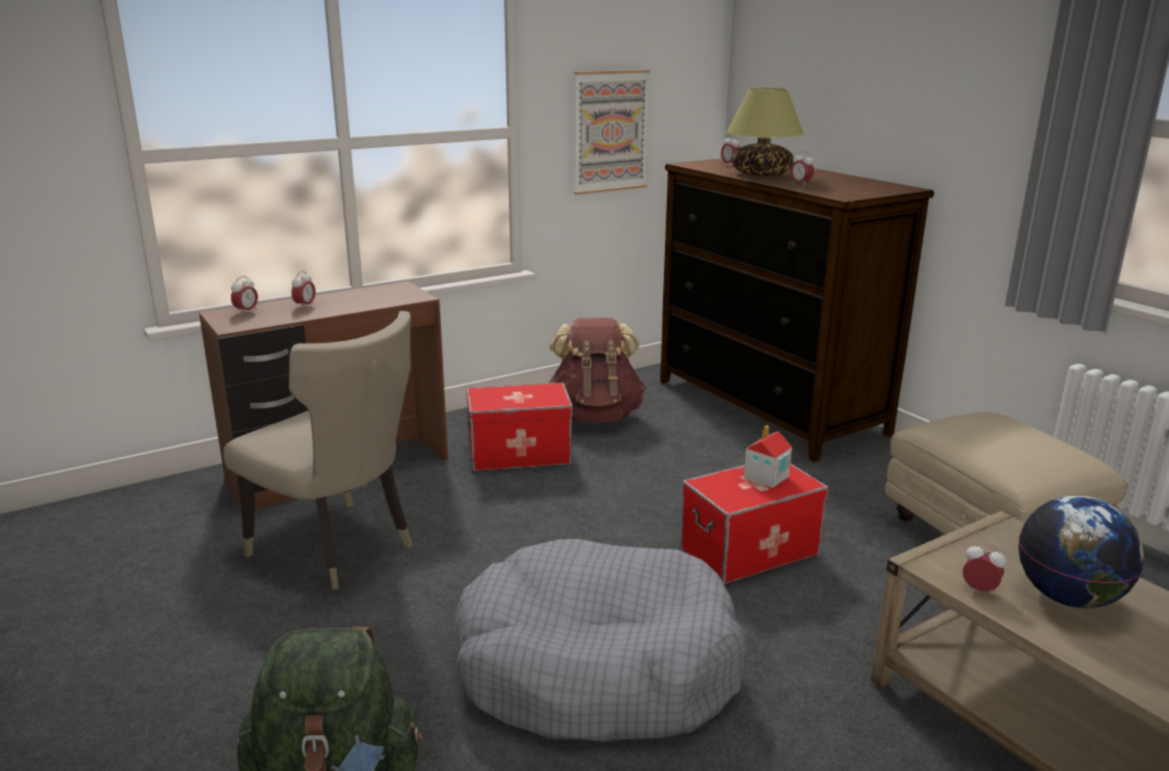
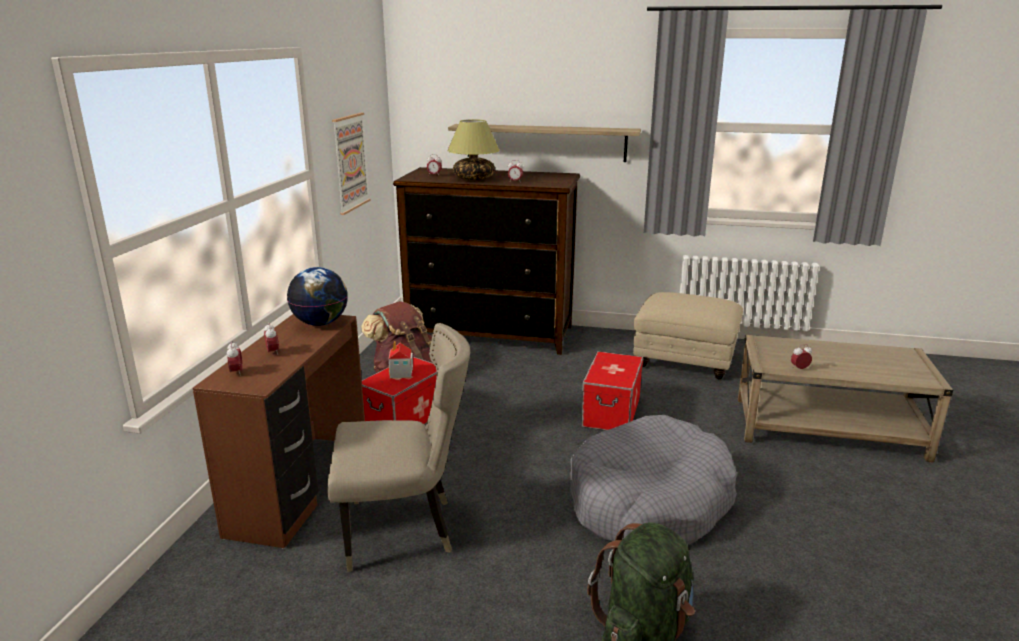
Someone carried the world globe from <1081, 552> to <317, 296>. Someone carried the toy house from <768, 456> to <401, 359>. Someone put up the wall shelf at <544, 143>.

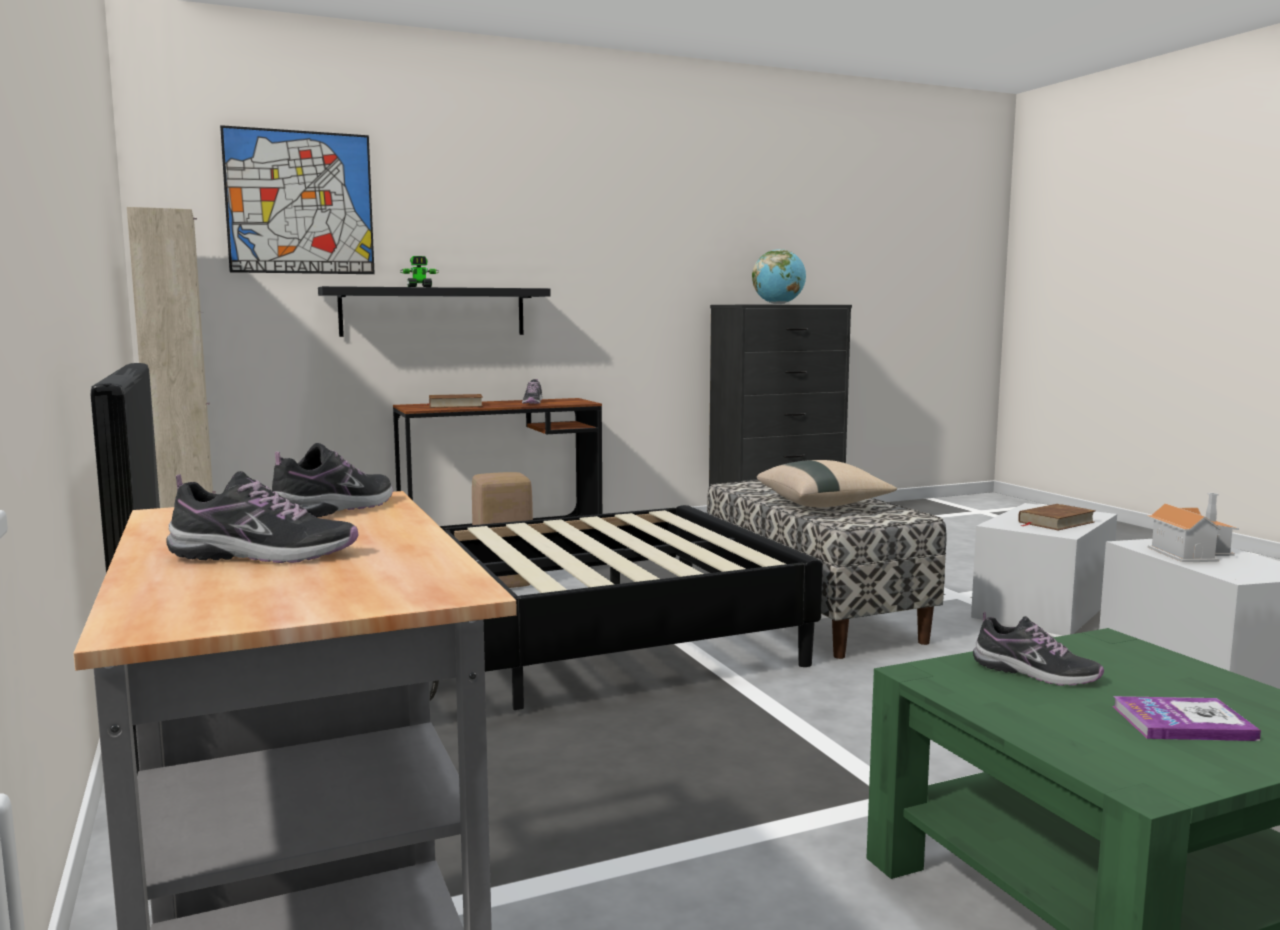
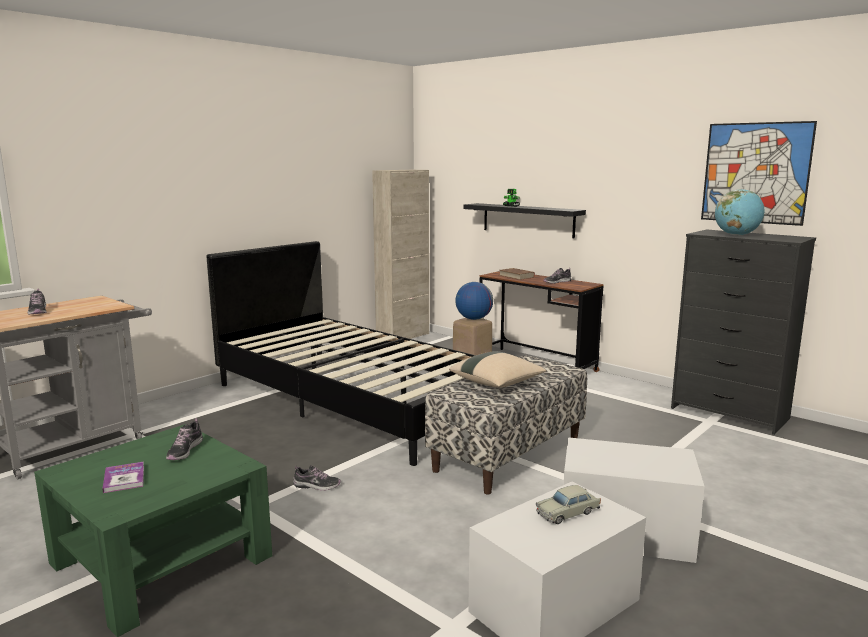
Someone carried the shoe from <332, 480> to <317, 478>. Someone put down the world globe at <474, 301>. Someone swapped the toy house at <1192, 527> for the beige toy car at <568, 504>. Someone carried the wall picture from <297, 199> to <759, 173>. Someone took away the brownish bound book at <1057, 517>.

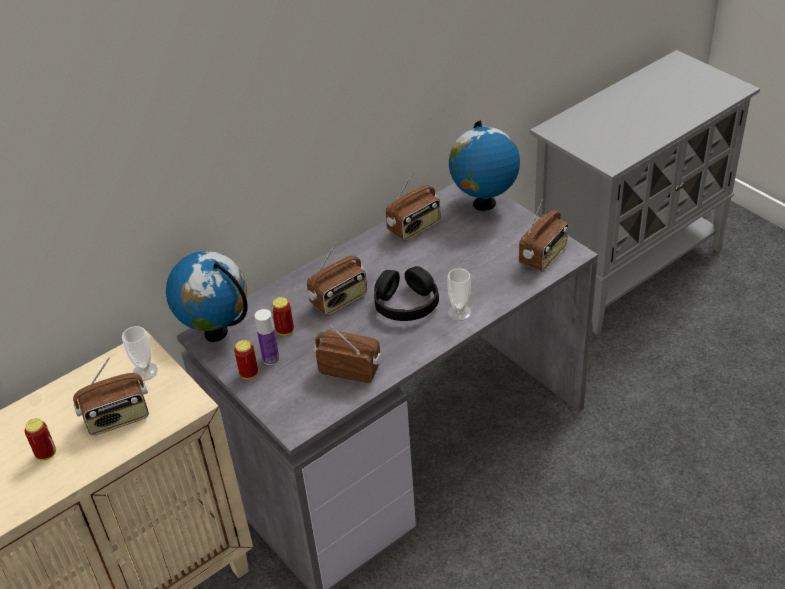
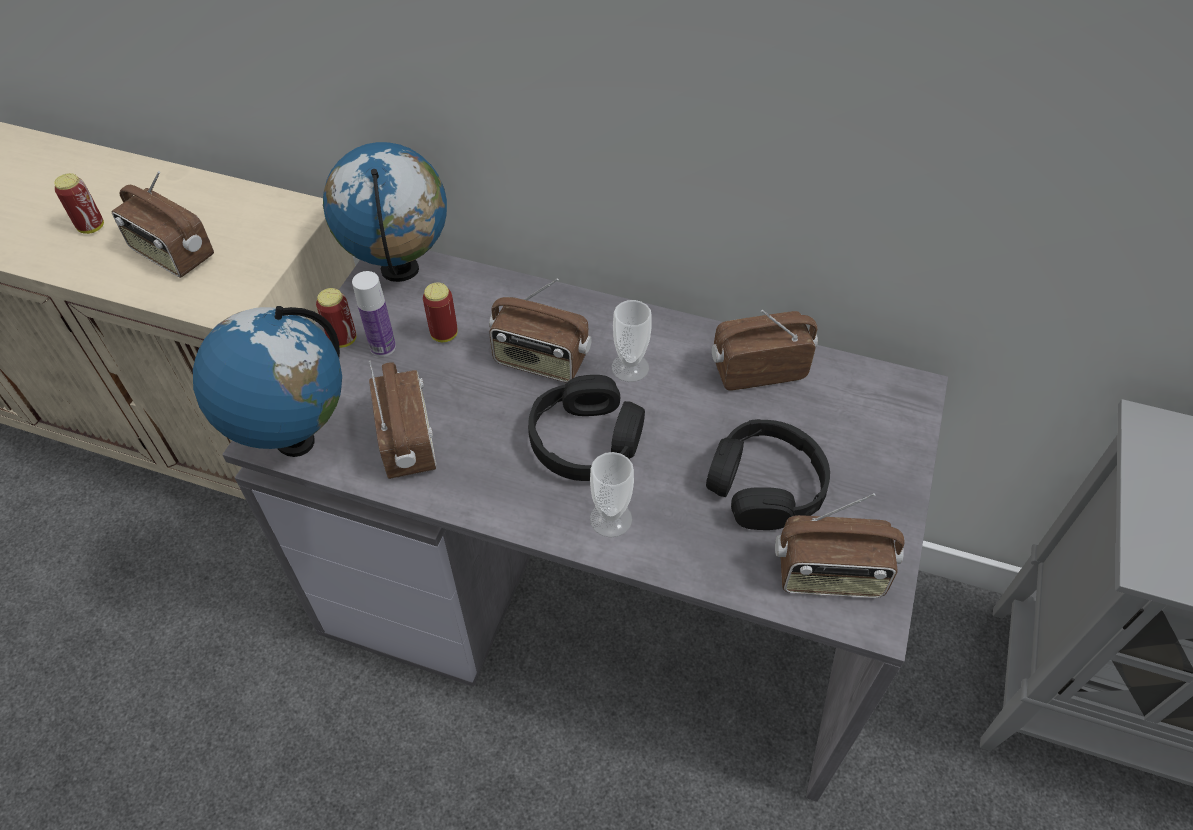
Someone carried the world globe from <484, 166> to <267, 381>. Someone carried the small cup from <140, 353> to <631, 341>. Someone put down the black headphones at <768, 474>. Someone rotated the radio at <413, 206> by 150 degrees clockwise.

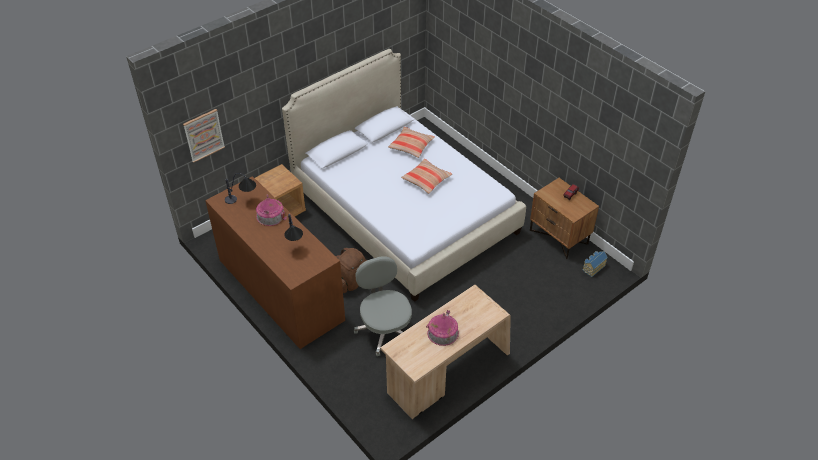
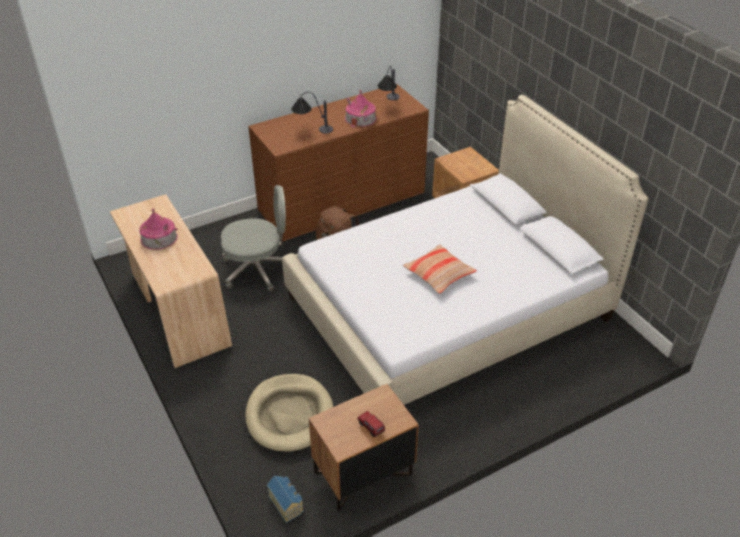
Someone put down the beige dog cushion at <289, 413>. Someone took away the wall picture at <204, 136>. Someone took away the cushion at <411, 142>.

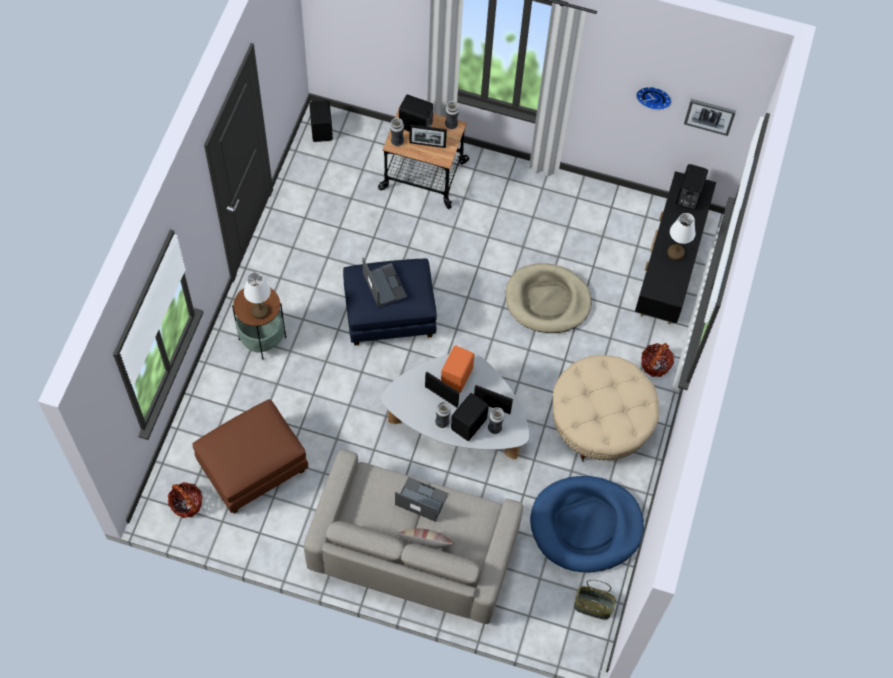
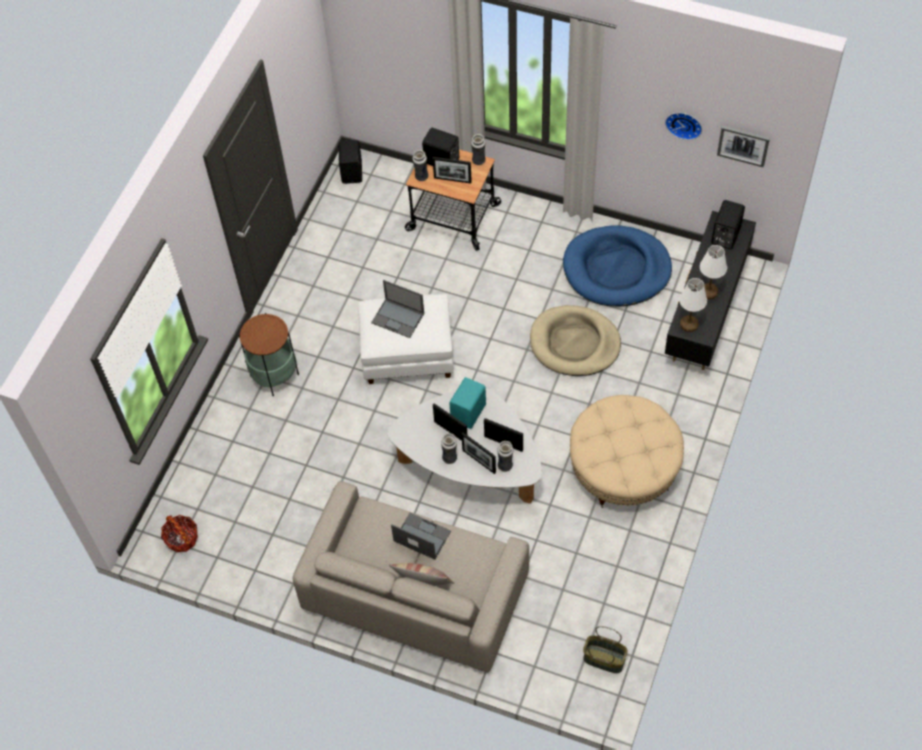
Someone repainted the blue ottoman at <390, 302>, which became the whitish ottoman at <406, 339>. Someone rotated the notebook computer at <384, 282> by 135 degrees clockwise. Someone repainted the orangey speaker at <457, 369>, which became the turquoise speaker at <467, 403>. Someone swapped the black speaker at <470, 417> for the picture frame at <478, 453>. Someone carried the blue dog cushion from <587, 524> to <617, 265>. Someone carried the whitish tabletop lamp from <257, 295> to <693, 305>. Someone took away the brownish ottoman at <250, 456>. Someone took away the household basket at <657, 360>.

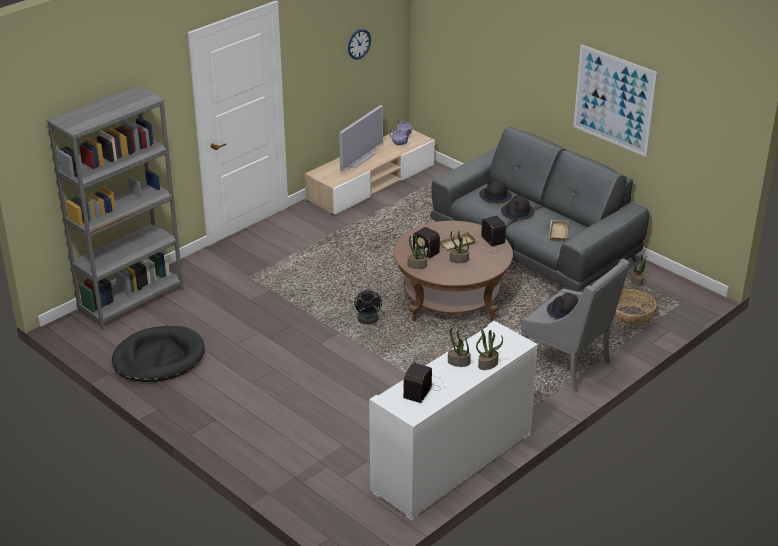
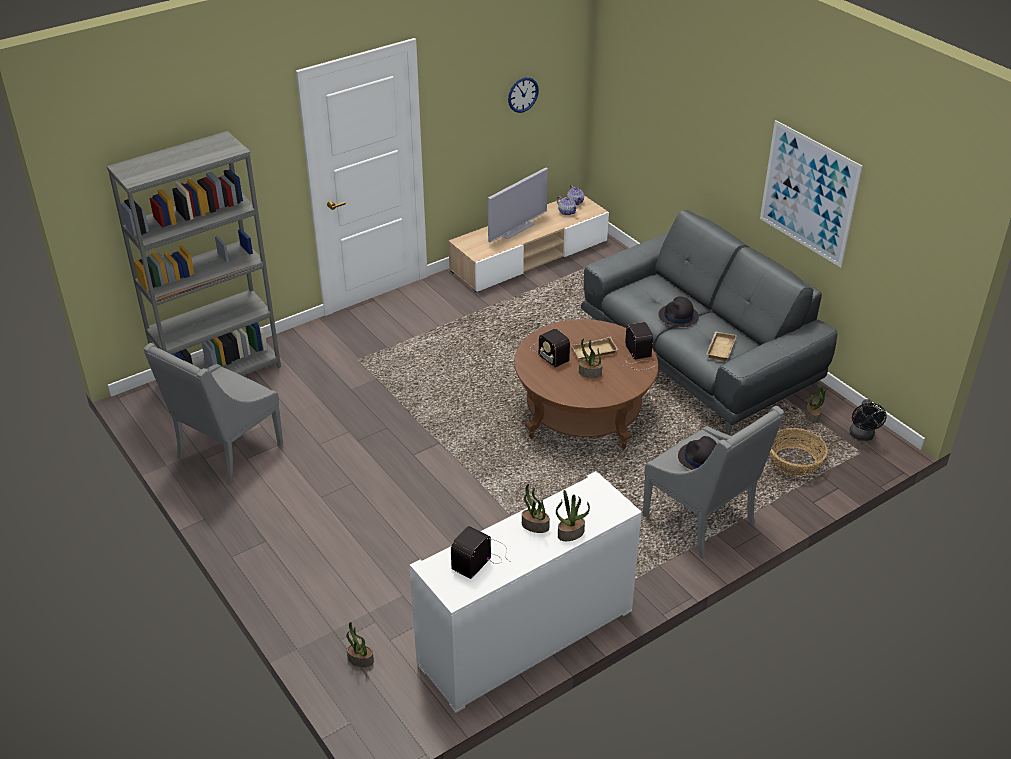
Someone swapped the black dog cushion at <158, 354> for the greyish lounge chair at <213, 414>. Someone carried the houseplant from <417, 252> to <360, 644>. Someone carried the black cooling fan from <368, 306> to <868, 420>. Someone took away the black clothing hat at <495, 191>.

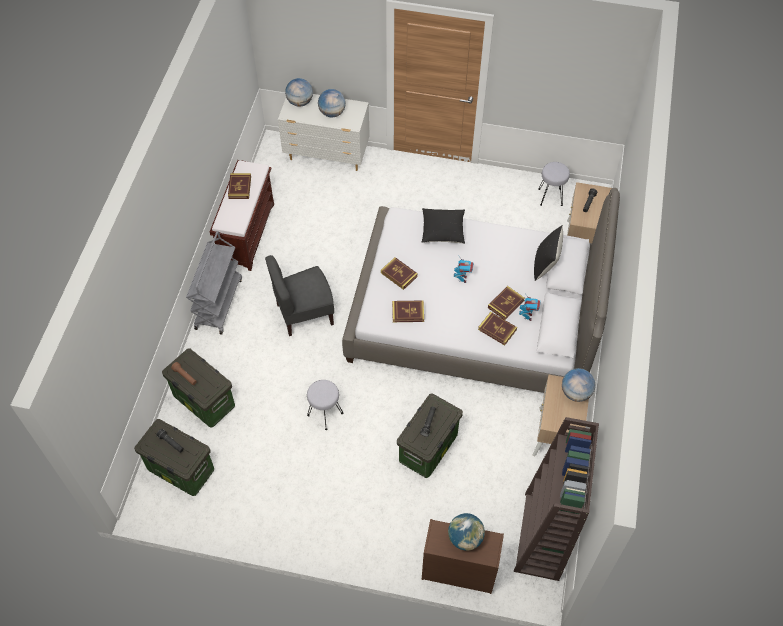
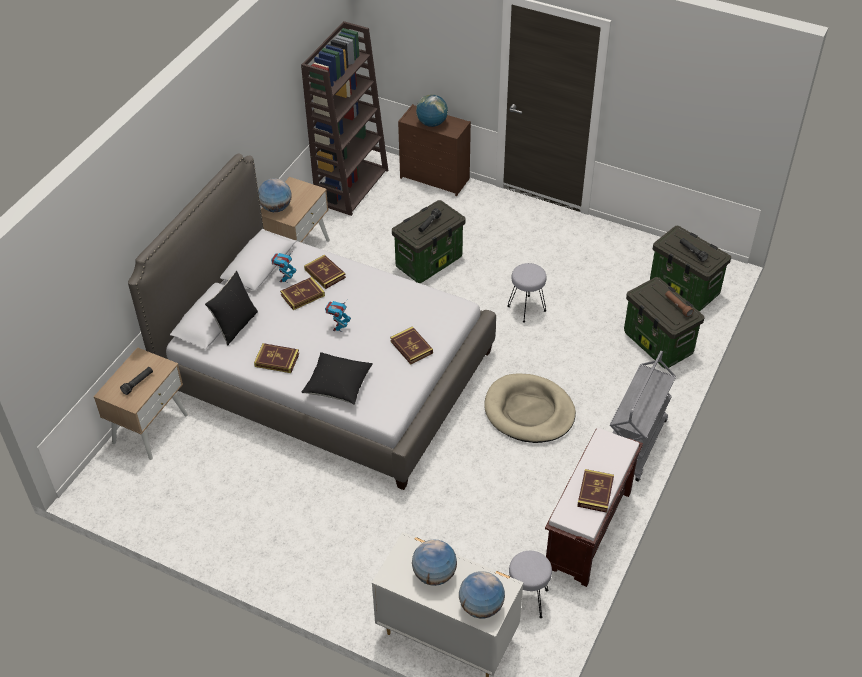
Someone carried the bound book from <408, 311> to <276, 358>. Someone swapped the greyish plain chair at <299, 295> for the beige dog cushion at <530, 408>. Someone carried the greyish stool seat from <554, 184> to <530, 584>.

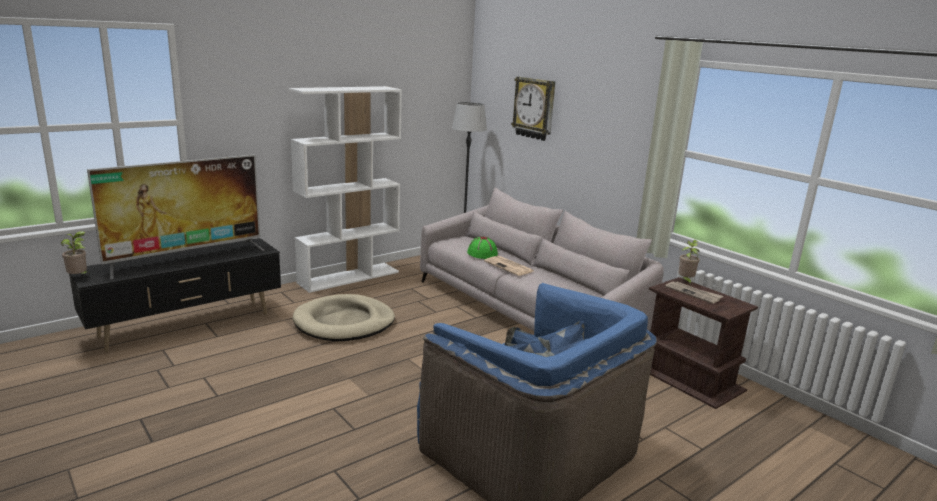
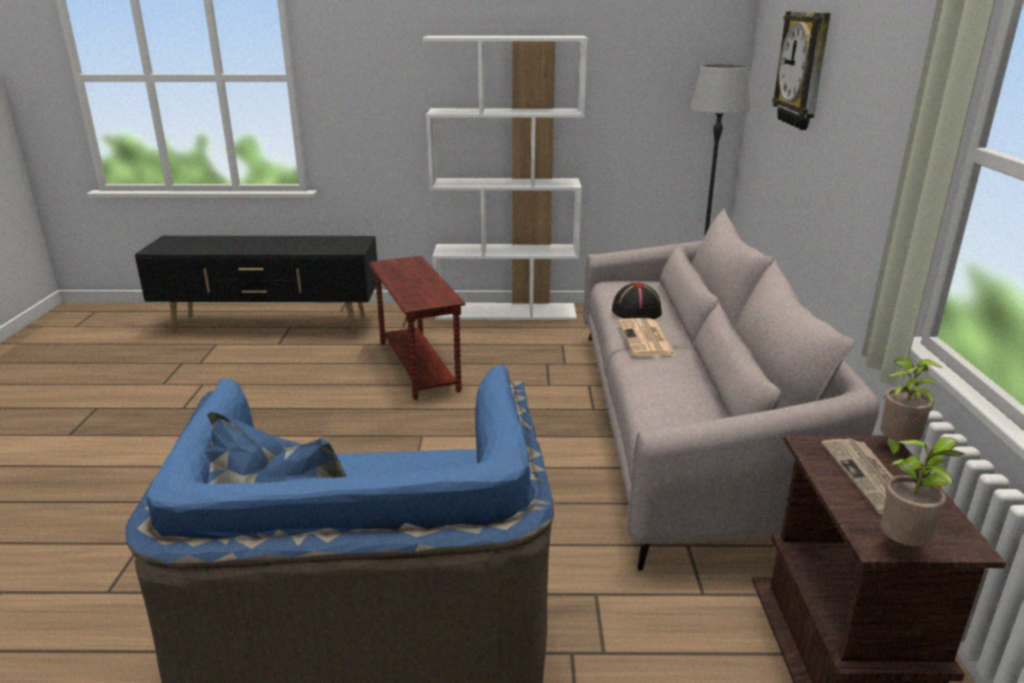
Someone swapped the beige dog cushion at <344, 317> for the brownish side table at <417, 328>. Someone repainted the greenish clothing hat at <482, 247>, which became the black clothing hat at <637, 301>. Someone carried the houseplant from <75, 252> to <922, 491>. Someone took away the TV at <175, 217>.

